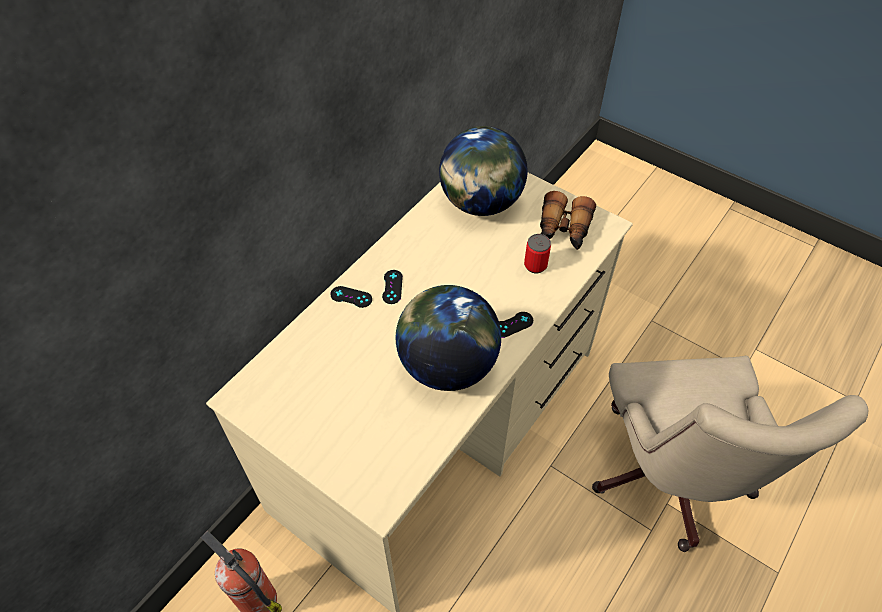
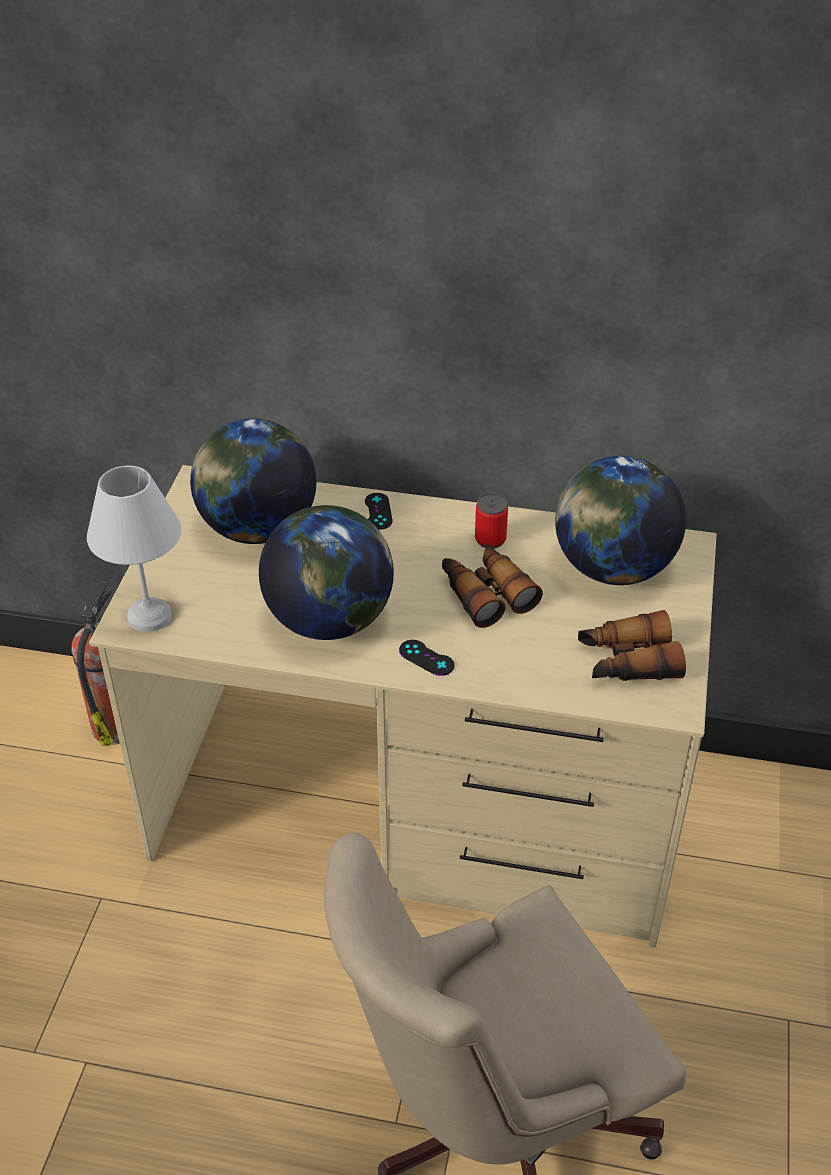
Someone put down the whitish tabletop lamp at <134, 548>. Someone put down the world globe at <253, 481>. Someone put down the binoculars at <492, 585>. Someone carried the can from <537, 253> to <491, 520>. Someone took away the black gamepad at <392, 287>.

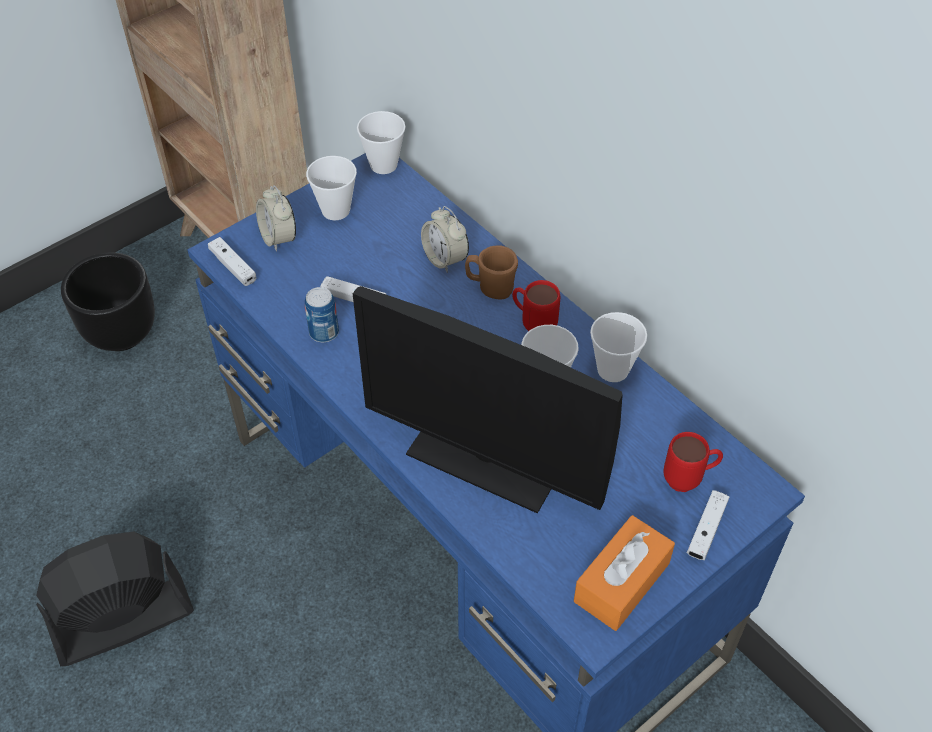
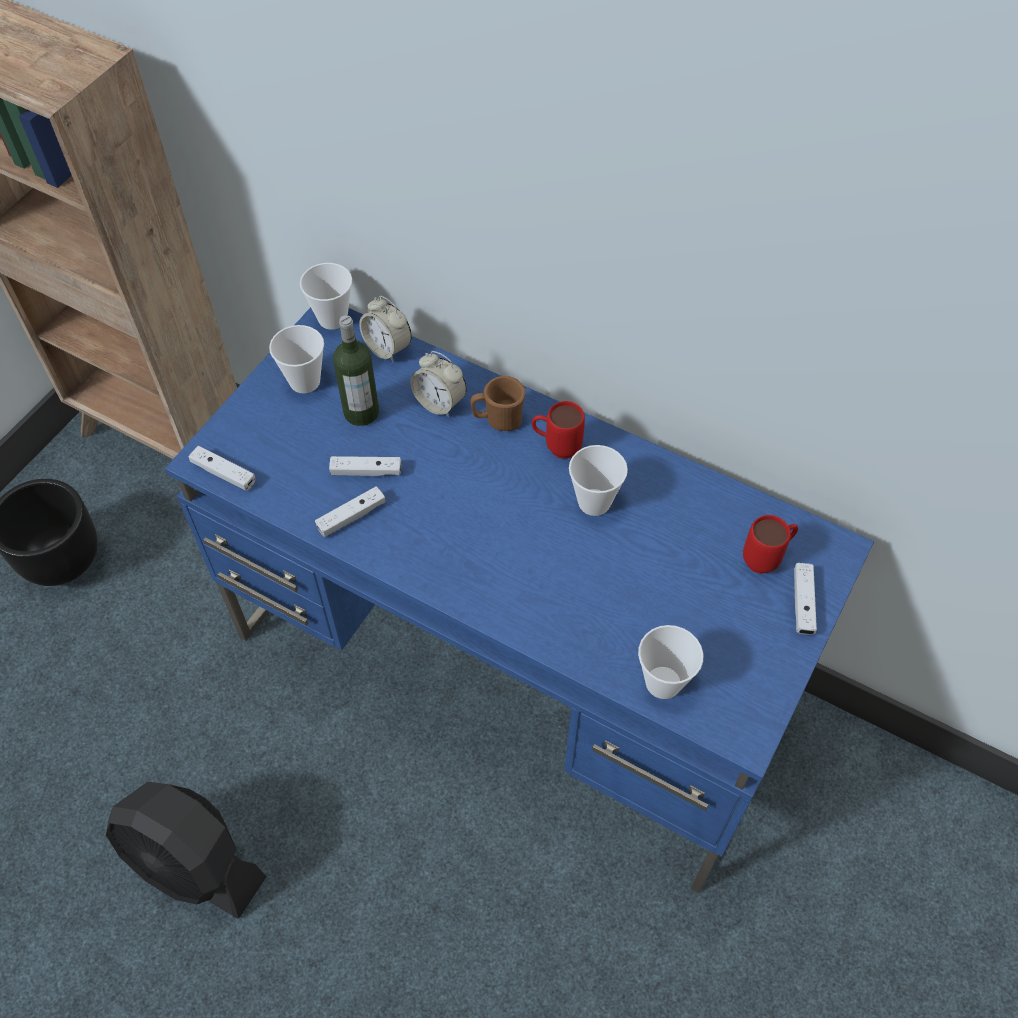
Someone rotated the black cooling fan at <115, 599> by 105 degrees counterclockwise. Someone swapped the can at <322, 314> for the whitish gamepad at <350, 511>. Someone put down the bottle at <356, 370>. Someone carried the table clock from <276, 218> to <385, 329>. Someone carried the small cup from <618, 347> to <670, 662>. Someone took away the computer screen at <487, 400>. Someone took away the orangey box of tissues at <624, 573>.

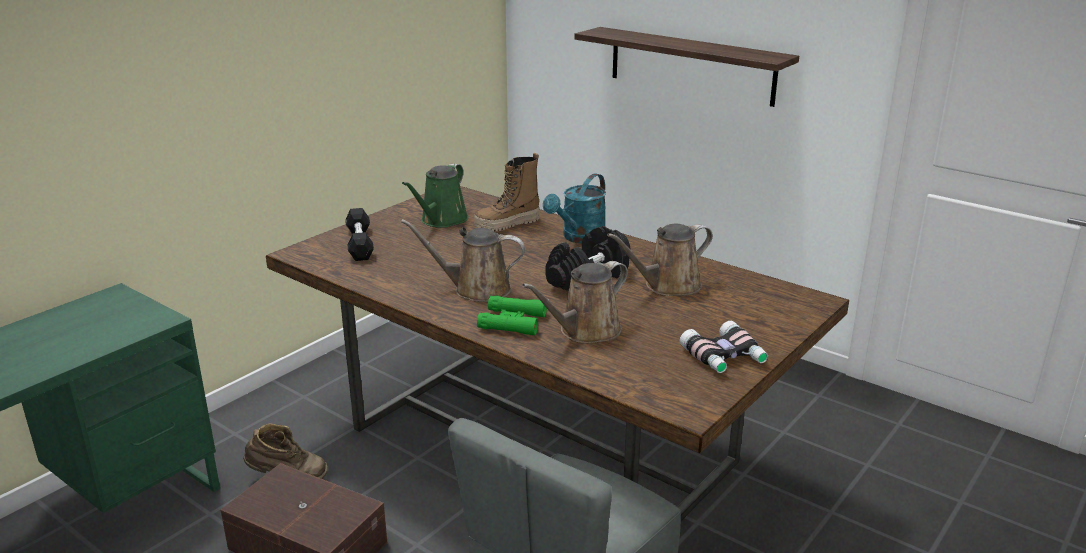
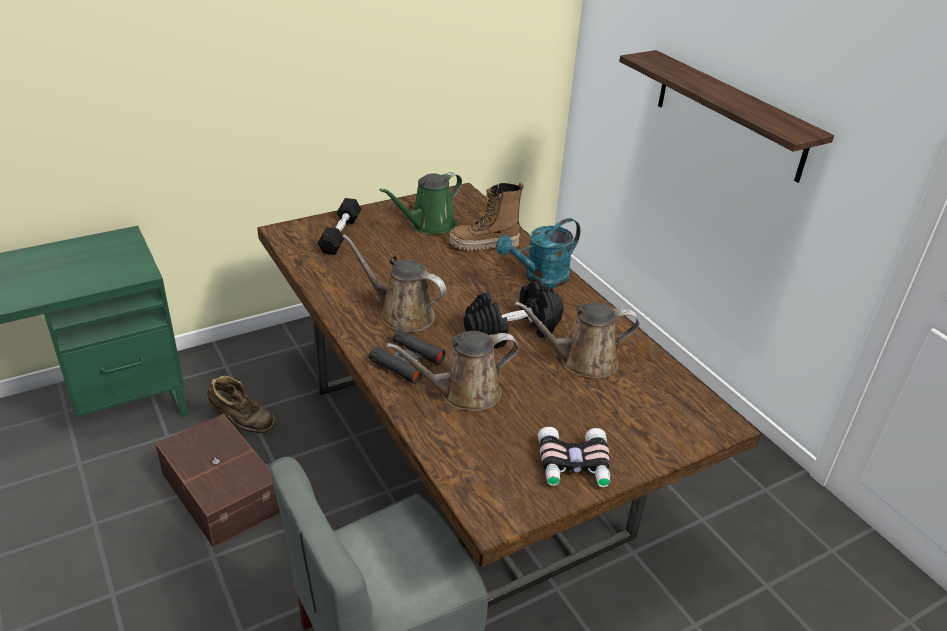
Someone repainted the greenish binoculars at <512, 315>, which became the black binoculars at <407, 356>.

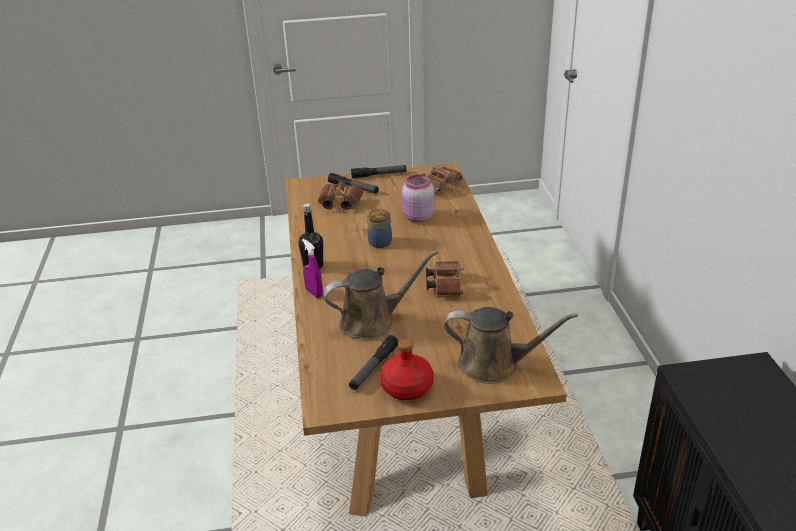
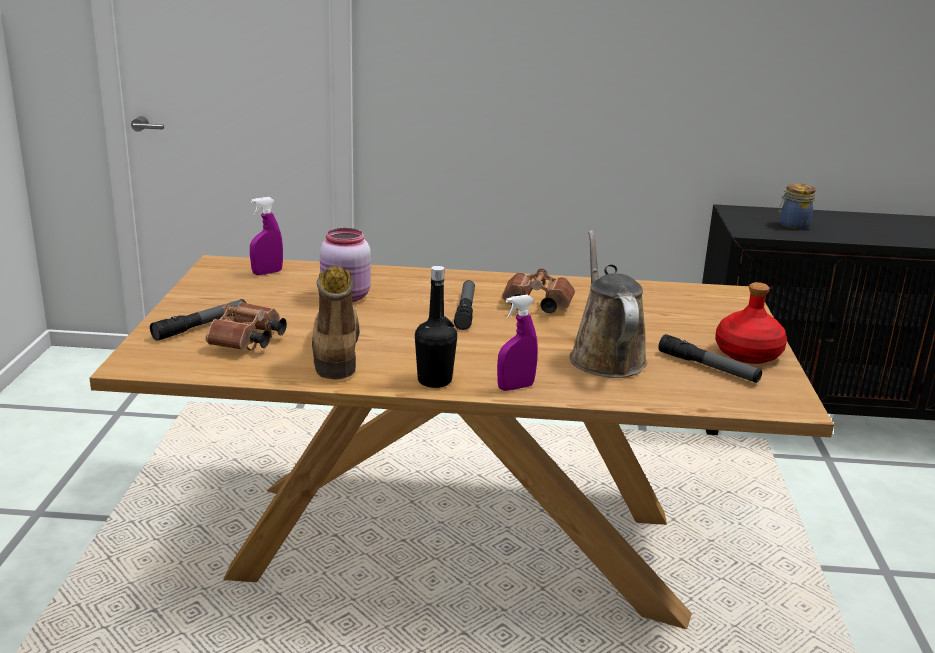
Someone swapped the brownish binoculars at <442, 180> for the purple spray bottle at <266, 236>. Someone put down the high-top boot at <336, 323>. Someone carried the flashlight from <378, 171> to <464, 305>. Someone carried the storage jar from <379, 228> to <797, 207>. Someone took away the brownish watering pot at <511, 345>.

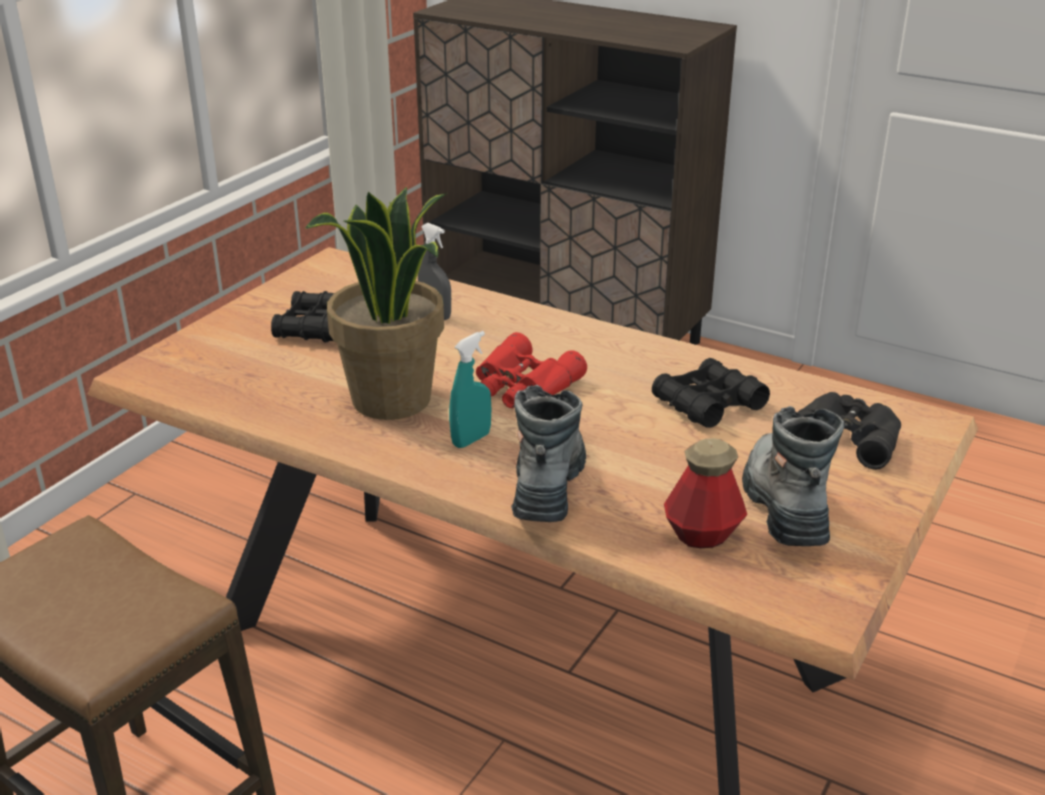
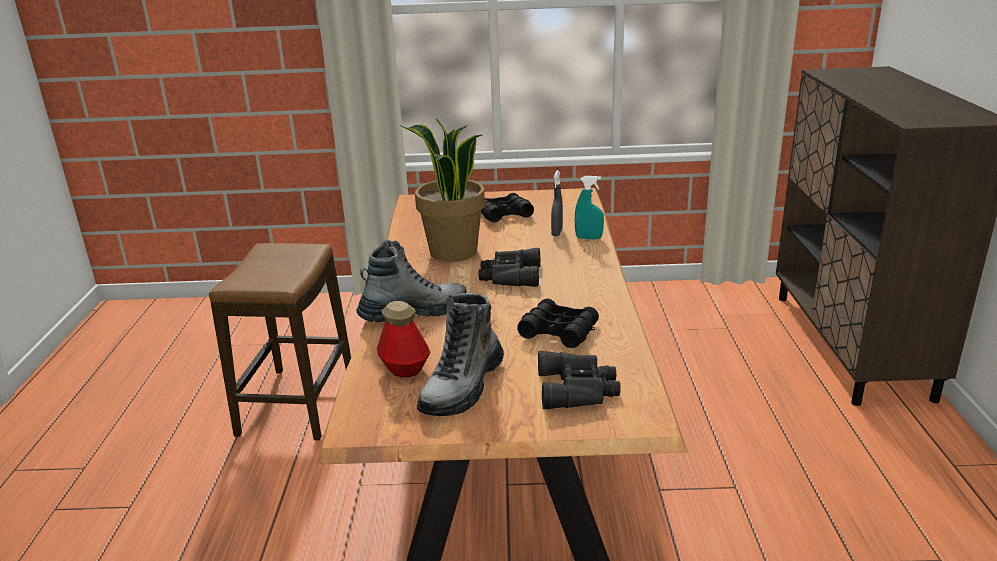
Someone rotated the high-top boot at <793, 476> by 150 degrees clockwise. Someone repainted the reddish binoculars at <531, 370>, which became the black binoculars at <509, 267>. Someone carried the turquoise spray bottle from <470, 389> to <589, 208>.

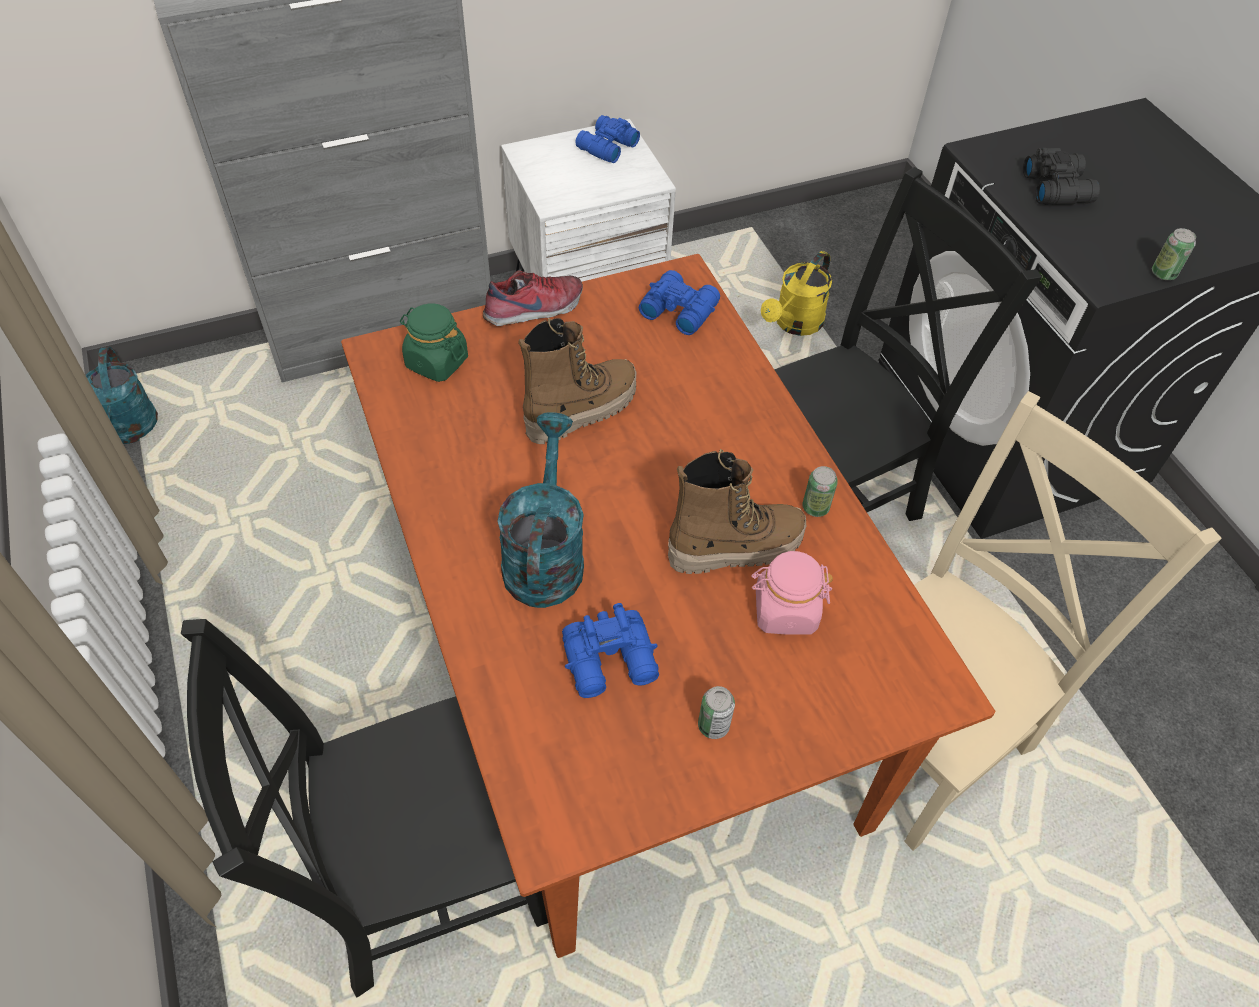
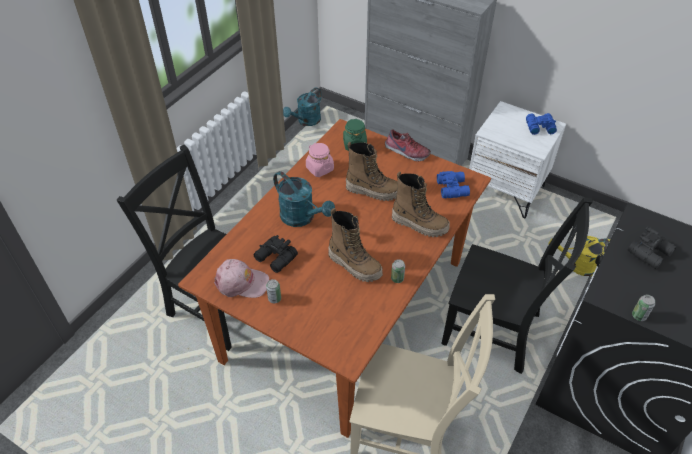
Someone put down the pink peaked cap at <242, 278>. Someone repainted the blue binoculars at <610, 650>, which became the black binoculars at <275, 254>. Someone rotated the turquoise watering pot at <540, 510> by 75 degrees clockwise. Someone carried the pink storage jar from <792, 593> to <320, 160>. Someone put down the high-top boot at <421, 204>.

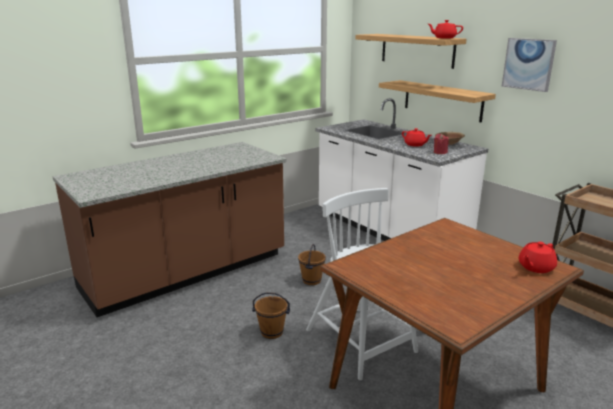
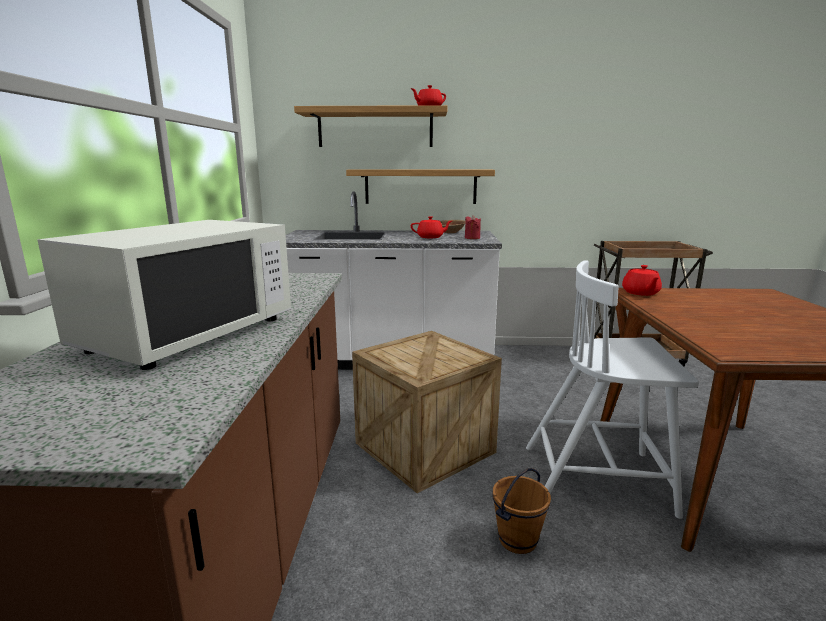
Someone put down the whitish kitchen microwave at <164, 295>. Someone swapped the brownish water bucket at <312, 264> for the shipping crate at <427, 412>. Someone carried the reddish teapot from <537, 257> to <642, 280>. Someone took away the wall picture at <529, 65>.

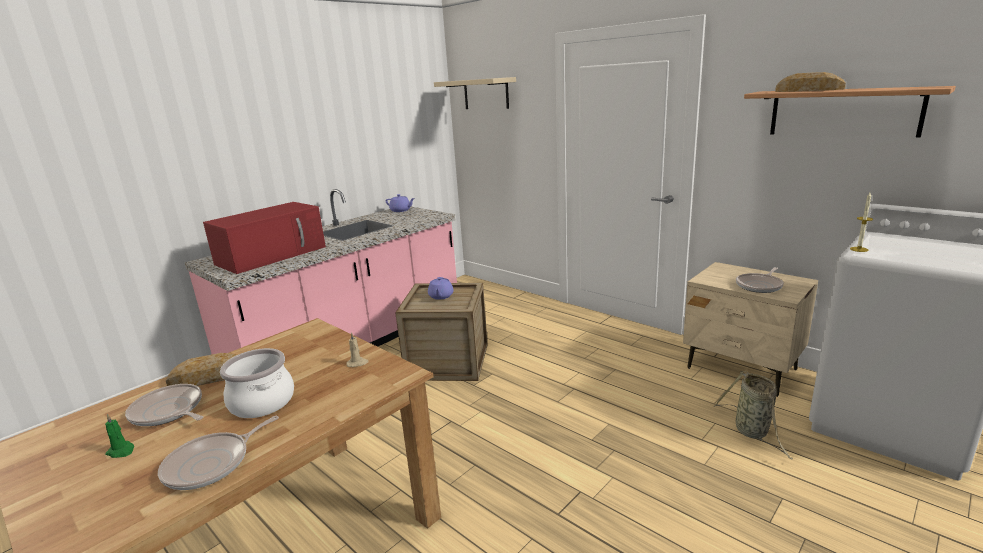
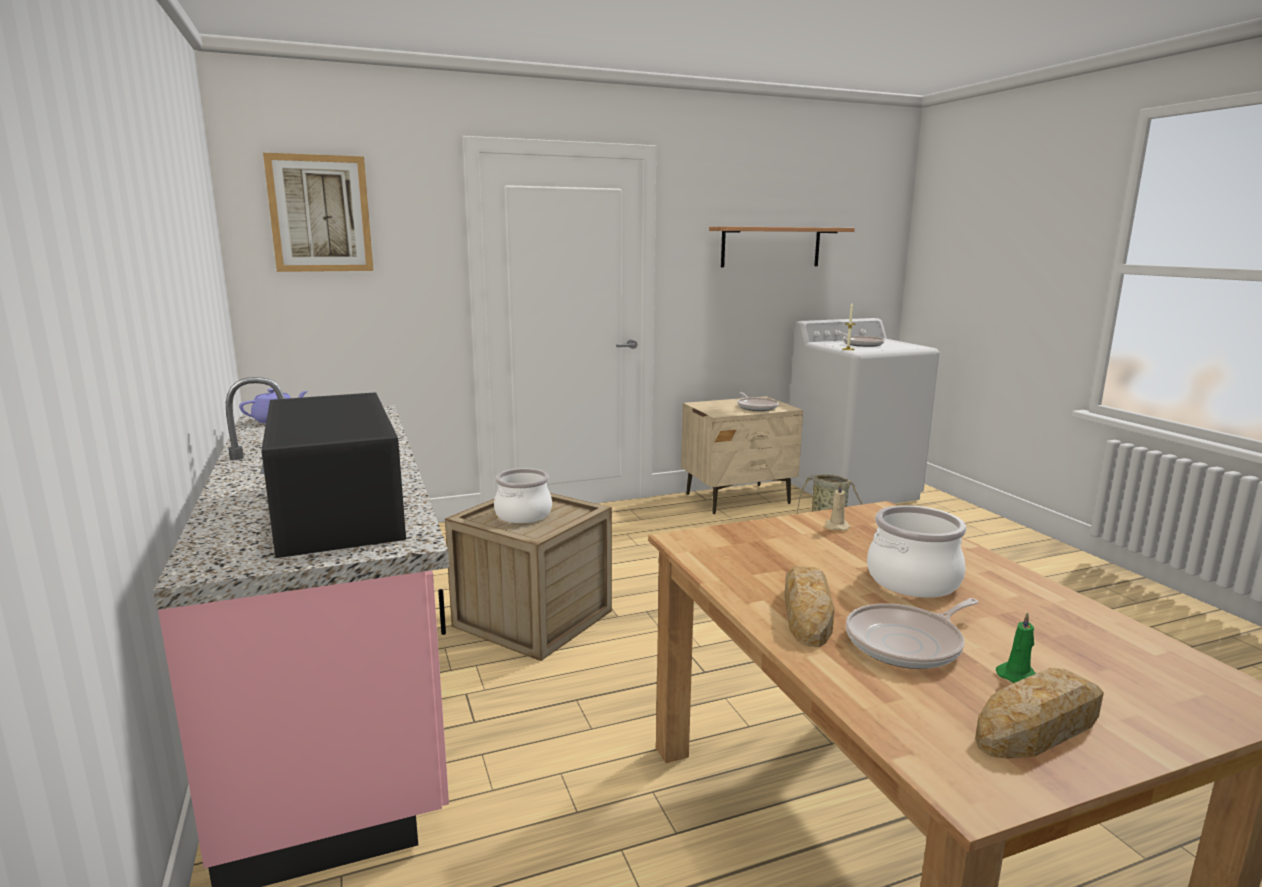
Someone repainted the reddish kitchen microwave at <264, 238>, which became the black kitchen microwave at <333, 475>. Someone swapped the beige wall shelf at <475, 93> for the wall picture at <318, 212>. Someone swapped the purple teapot at <441, 288> for the saucepot at <523, 495>. Someone carried the skillet from <218, 453> to <861, 339>. Someone carried the baked bread from <810, 82> to <1039, 713>.

